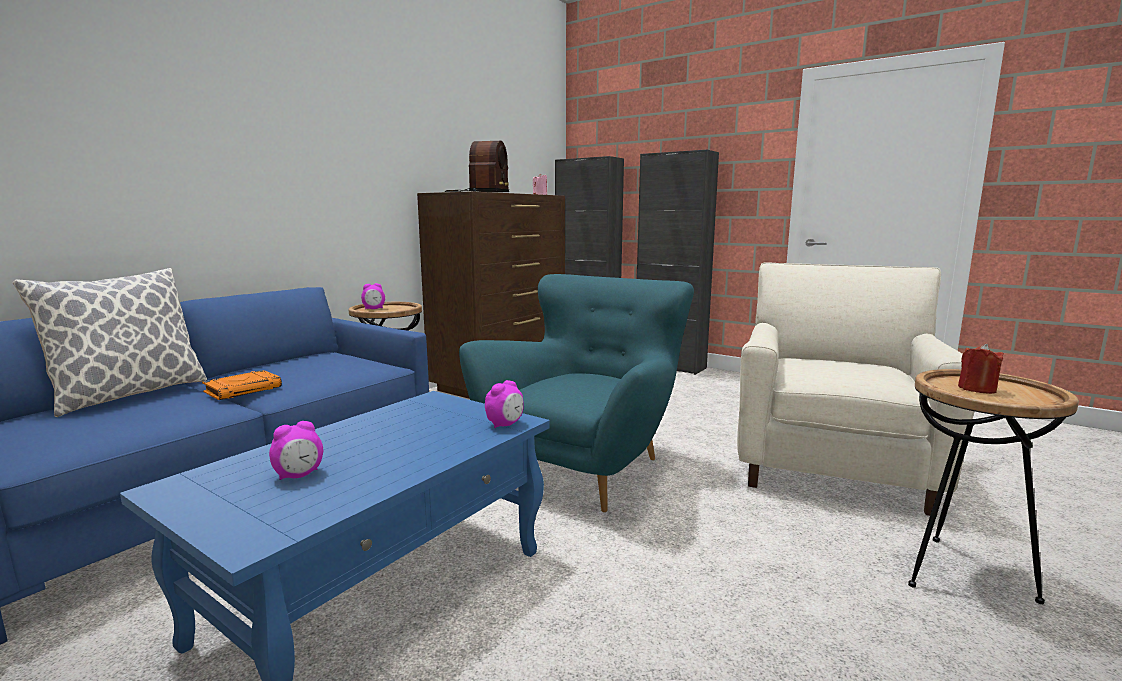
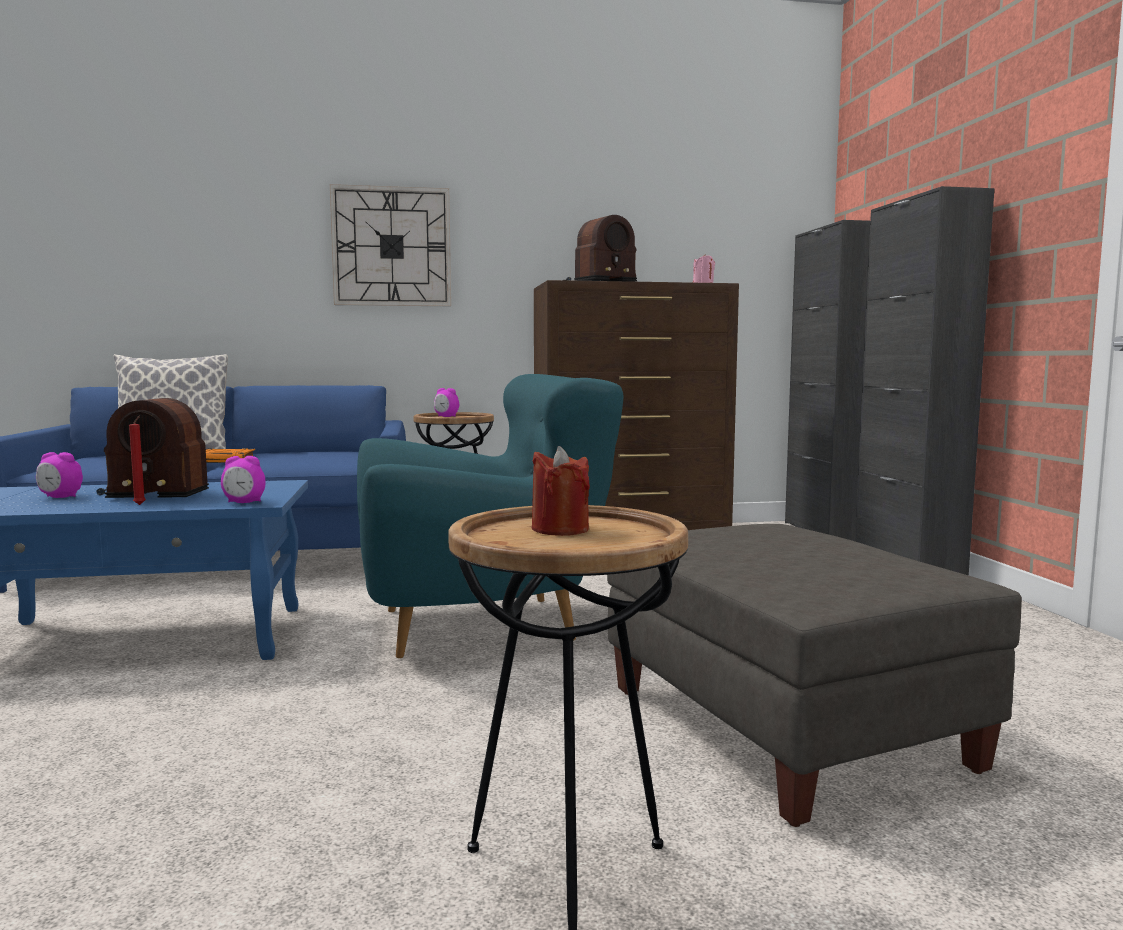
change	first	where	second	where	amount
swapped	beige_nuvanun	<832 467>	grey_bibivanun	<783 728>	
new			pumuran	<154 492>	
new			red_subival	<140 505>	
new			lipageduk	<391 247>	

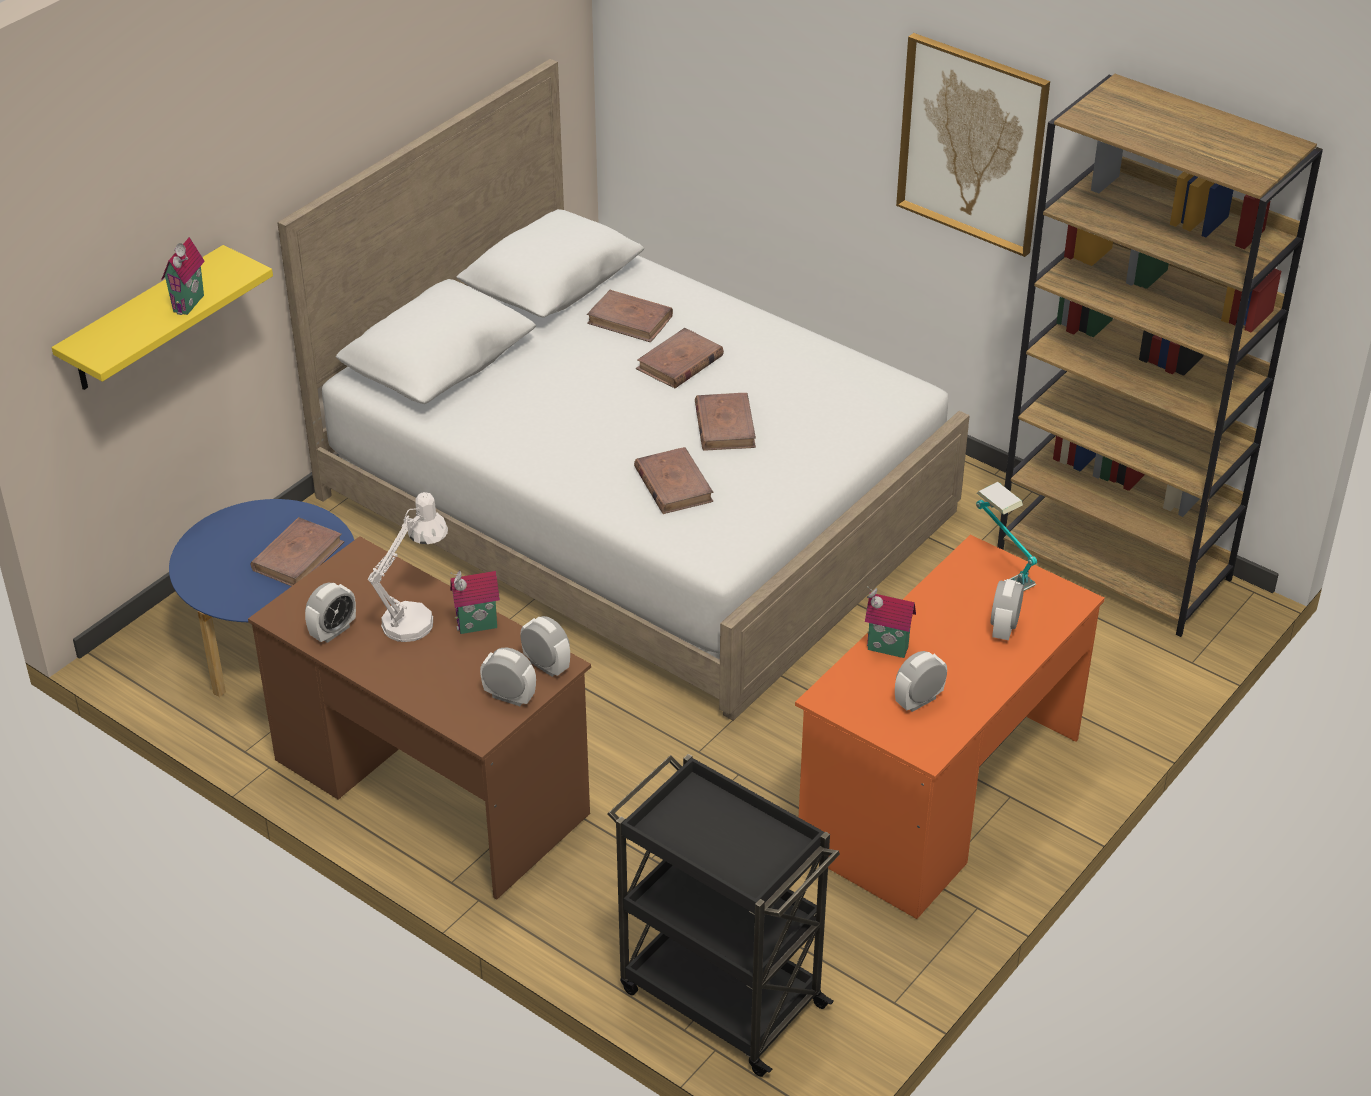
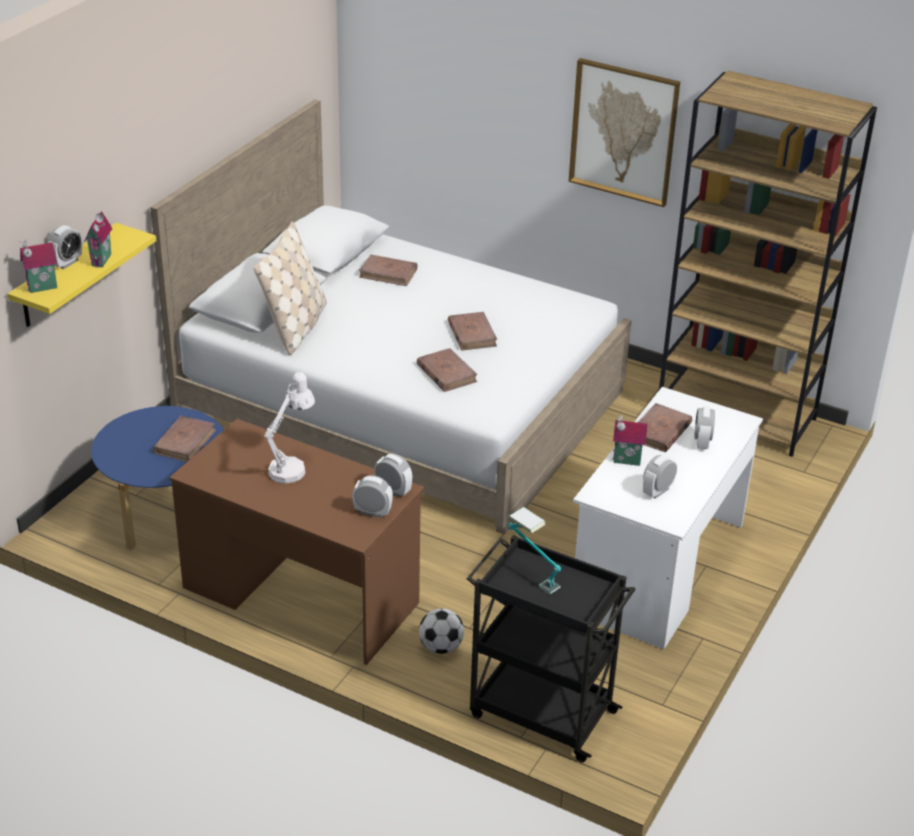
change	first	where	second	where	amount
shifted	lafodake	<333 631>		<67 263>	
shifted	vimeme	<477 627>		<42 288>	
shifted	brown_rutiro	<679 363>		<660 431>	
repainted	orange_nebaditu	<939 794>	white_nebaditu	<658 569>	
shifted	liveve	<1001 567>		<531 575>	
new			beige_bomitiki	<295 327>	
new			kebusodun	<440 647>	

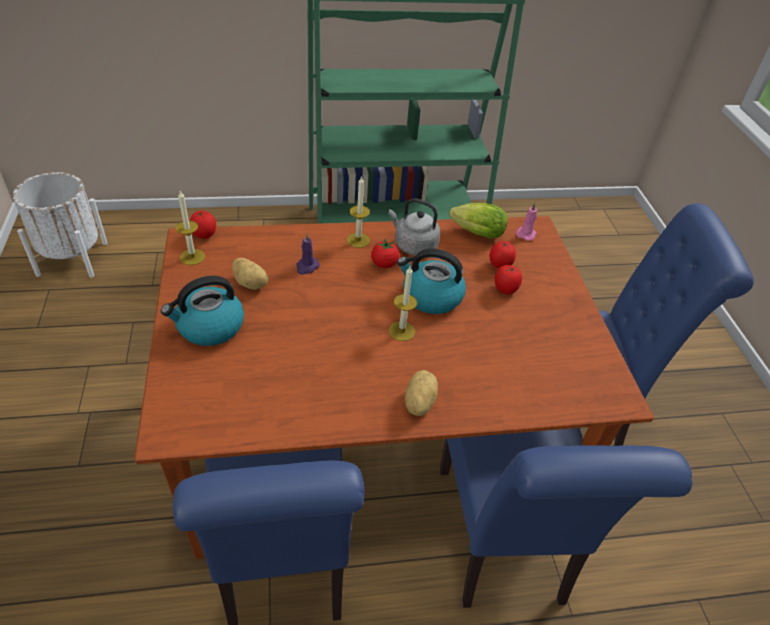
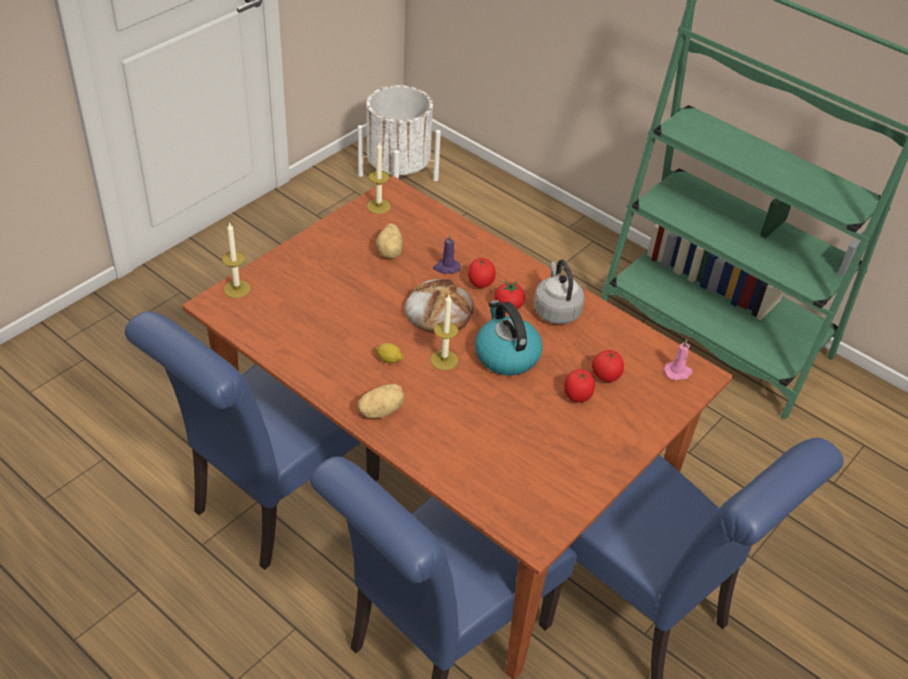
change	first	where	second	where	amount
gone	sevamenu	<209 327>			
shifted	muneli	<204 235>		<480 284>	
shifted	subival	<358 240>		<237 289>	
gone	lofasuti	<474 233>			
new			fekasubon	<389 359>	
new			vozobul	<438 310>	

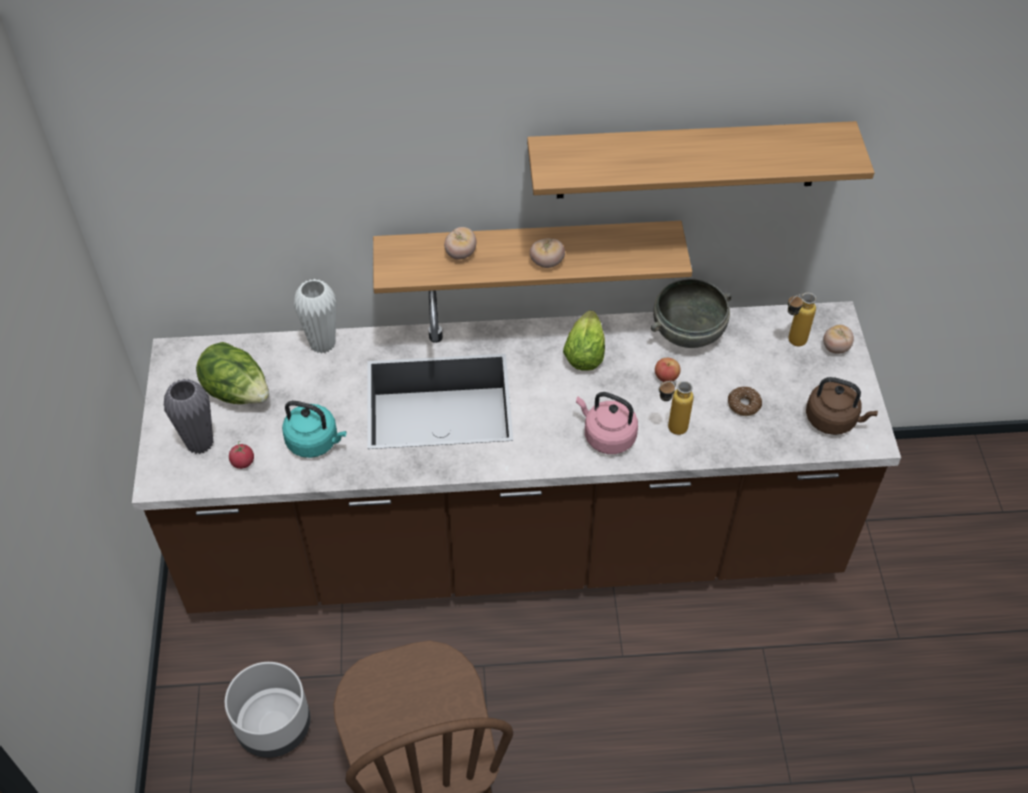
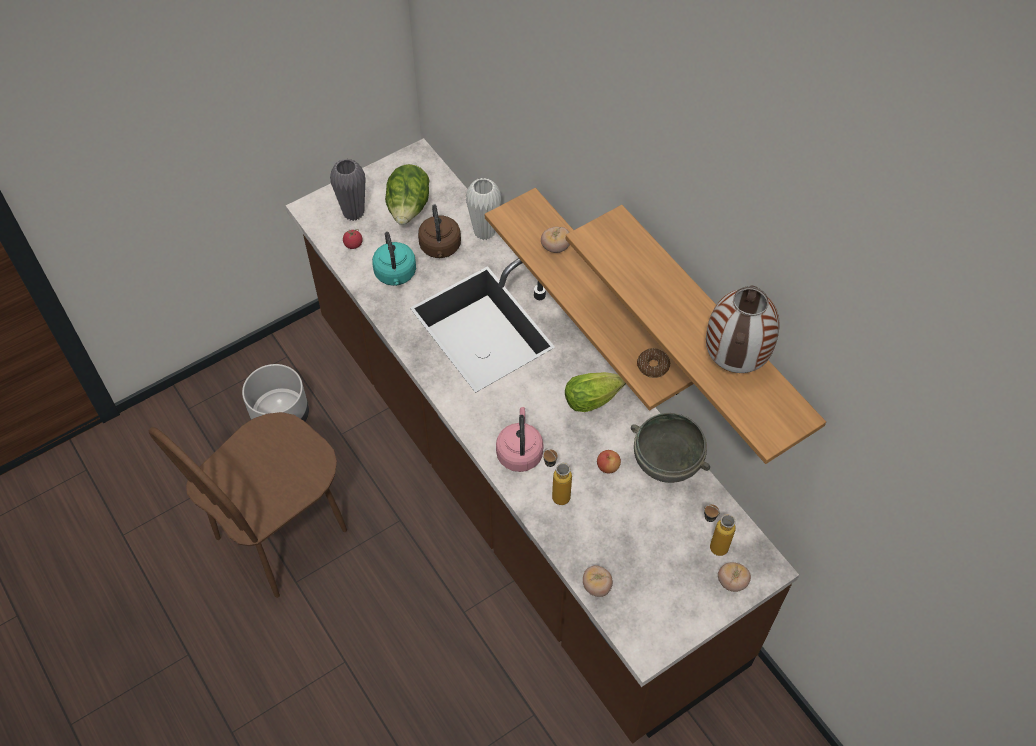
change	first	where	second	where	amount
shifted	muneli	<547 262>		<596 586>	
shifted	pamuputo	<743 405>		<653 366>	
shifted	brown_sevamenu	<833 420>		<440 248>	
new			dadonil	<735 362>	

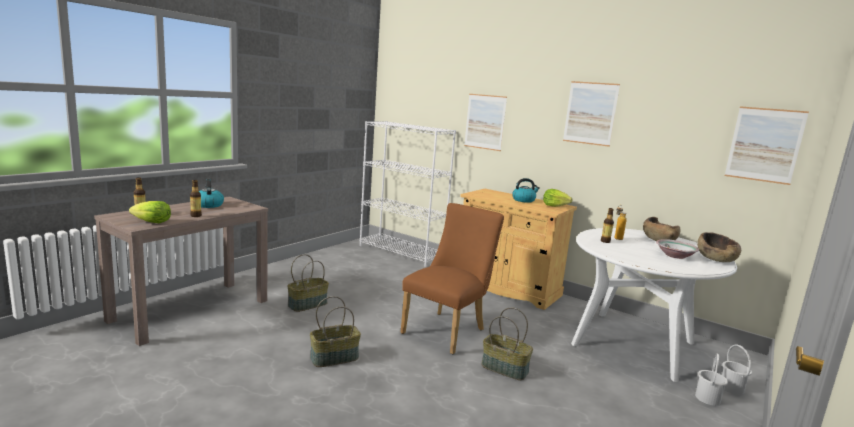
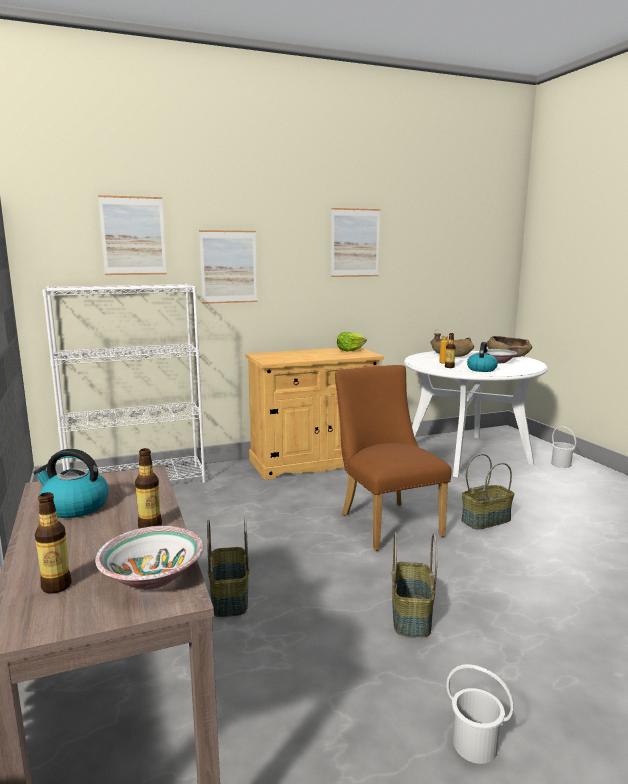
change	first	where	second	where	amount
swapped	lofasuti	<152 222>	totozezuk	<154 576>	
shifted	sevamenu	<524 200>		<481 369>	
shifted	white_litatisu	<731 388>		<475 746>	
shifted	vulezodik	<764 145>		<133 236>	

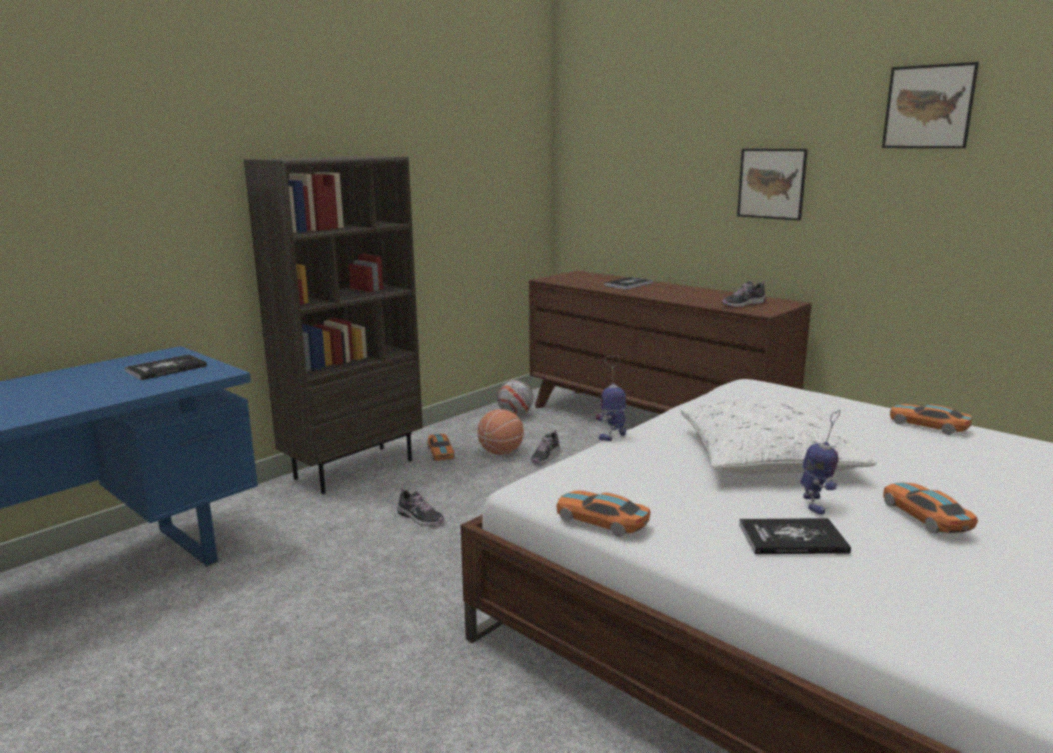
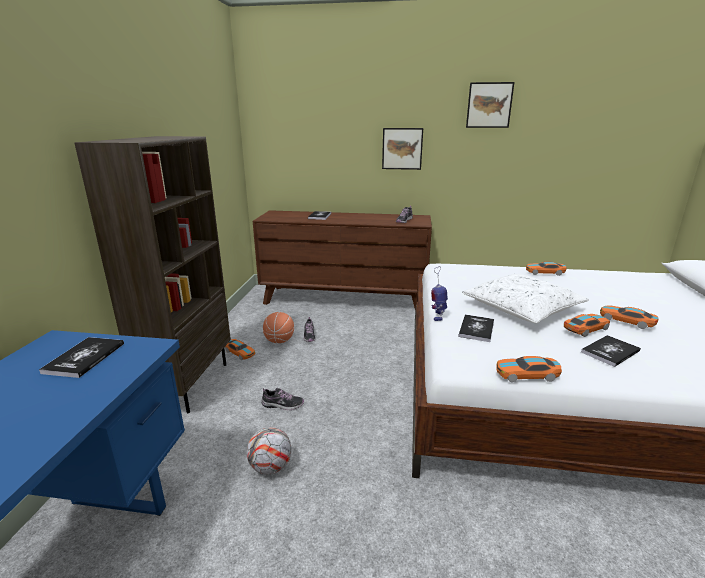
change	first	where	second	where	amount
shifted	kebusodun	<515 414>		<270 467>	
swapped	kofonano	<815 504>	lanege	<585 329>	
new			rutiro	<476 329>	

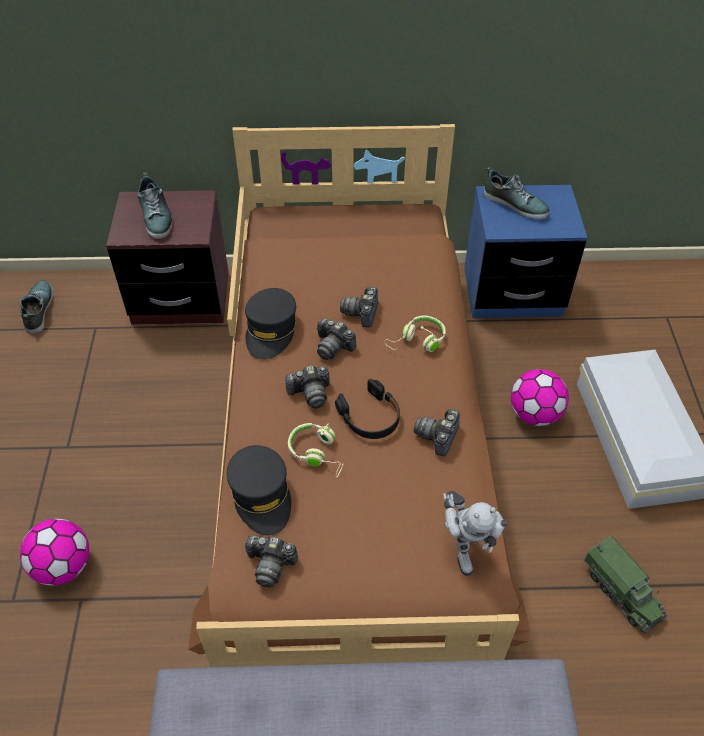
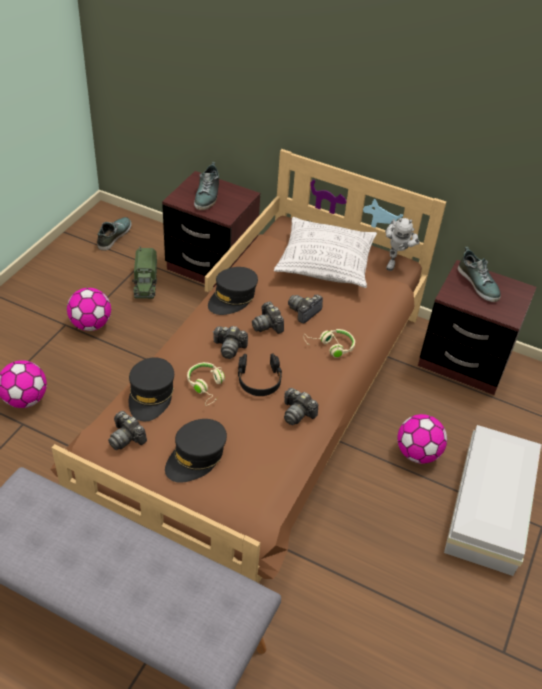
change	first	where	second	where	amount
rotated	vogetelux	<438 436>		<297 413>	105 degrees counterclockwise
shifted	kofonano	<464 546>		<395 261>	
repainted	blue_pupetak	<512 292>	brown_pupetak	<464 361>	
shifted	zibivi	<622 592>		<145 283>	
new			kebusodun	<91 324>	
new			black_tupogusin	<196 457>	
new			bomitiki	<325 264>	

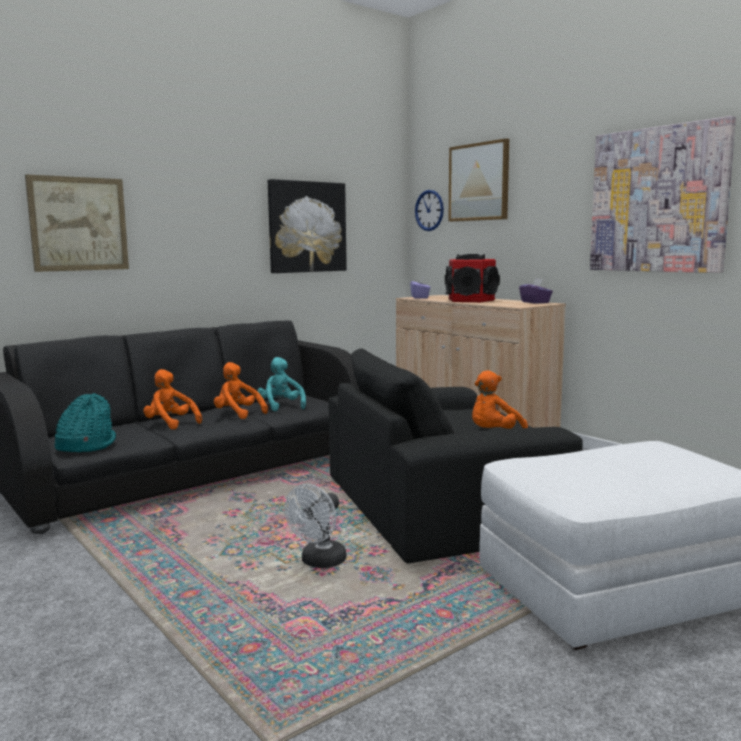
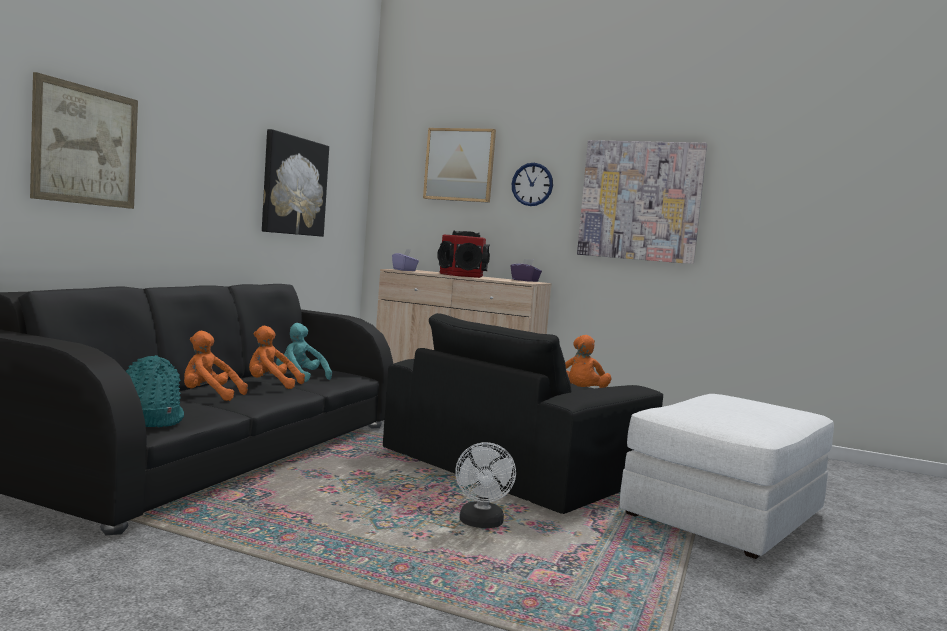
change	first	where	second	where	amount
shifted	lipageduk	<429 210>		<532 184>	

